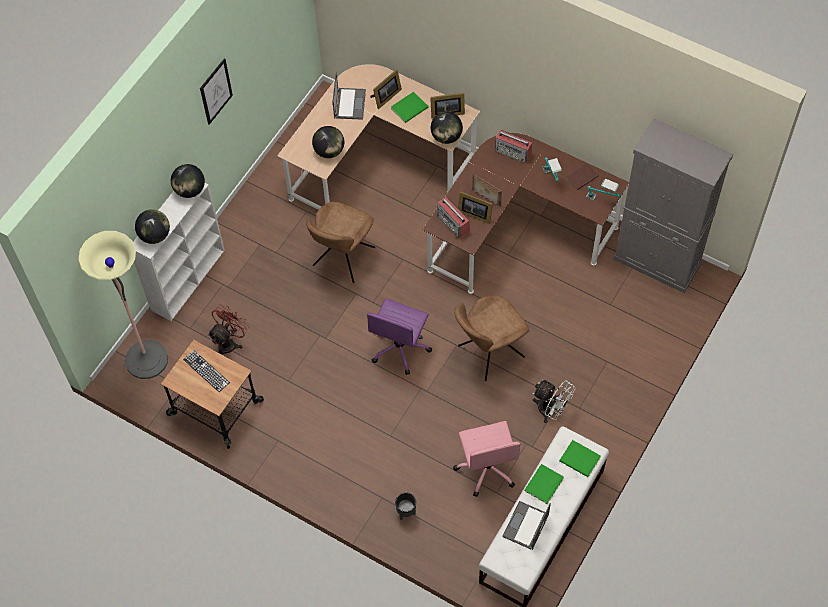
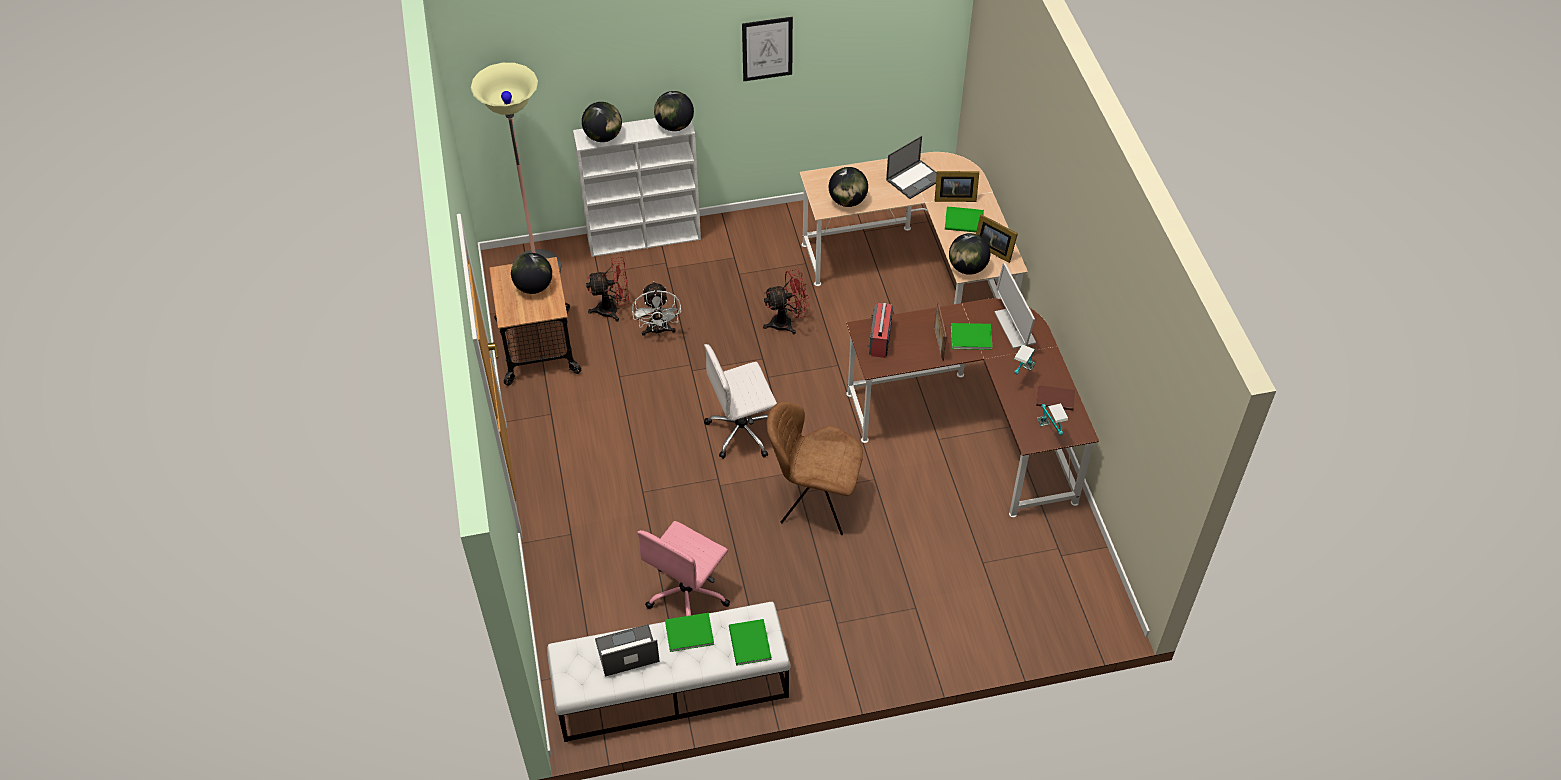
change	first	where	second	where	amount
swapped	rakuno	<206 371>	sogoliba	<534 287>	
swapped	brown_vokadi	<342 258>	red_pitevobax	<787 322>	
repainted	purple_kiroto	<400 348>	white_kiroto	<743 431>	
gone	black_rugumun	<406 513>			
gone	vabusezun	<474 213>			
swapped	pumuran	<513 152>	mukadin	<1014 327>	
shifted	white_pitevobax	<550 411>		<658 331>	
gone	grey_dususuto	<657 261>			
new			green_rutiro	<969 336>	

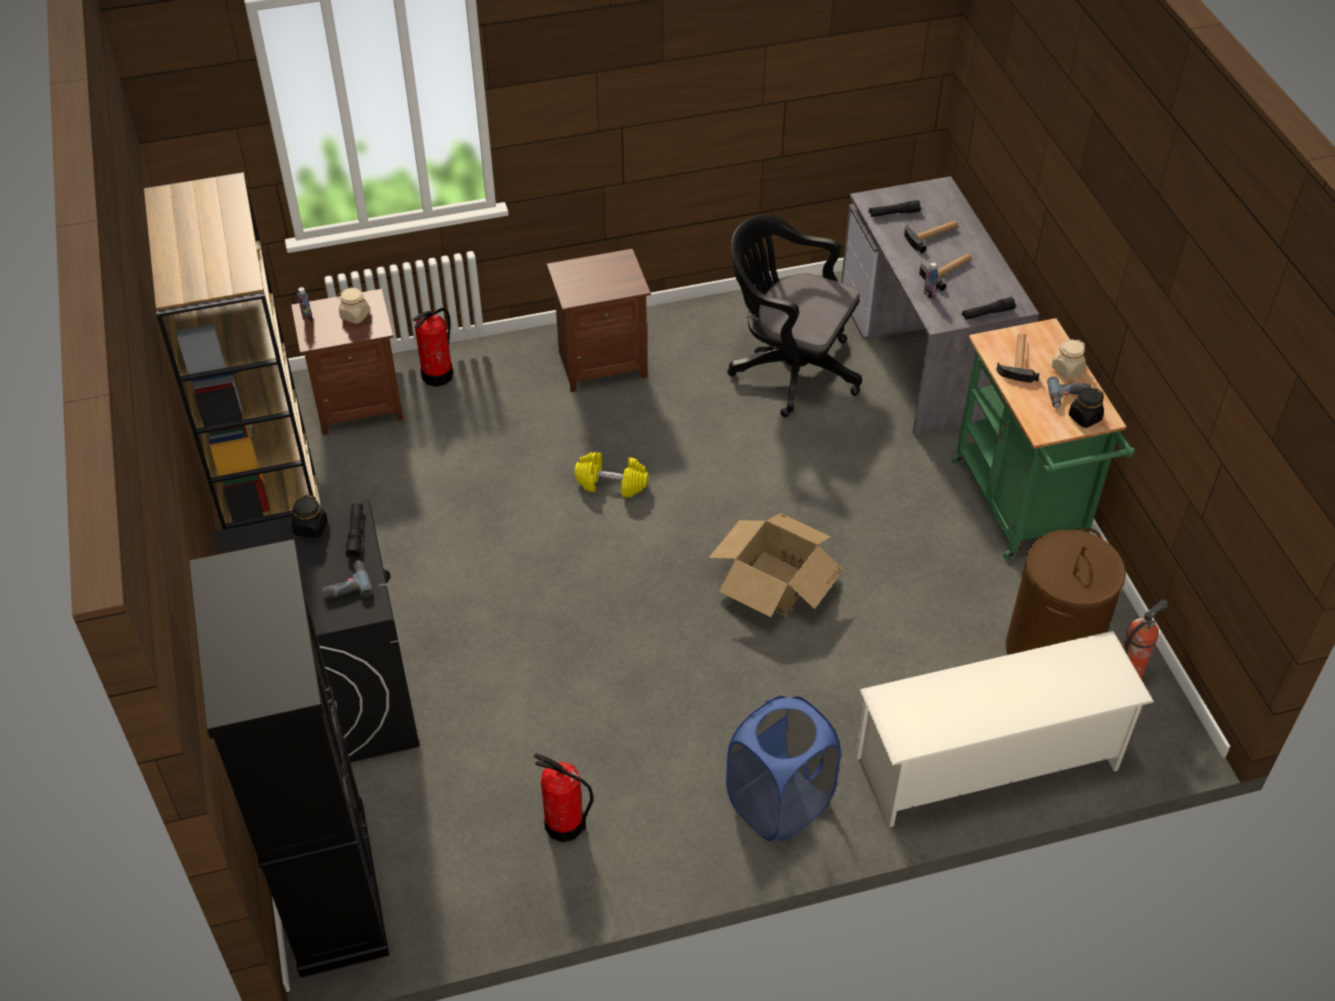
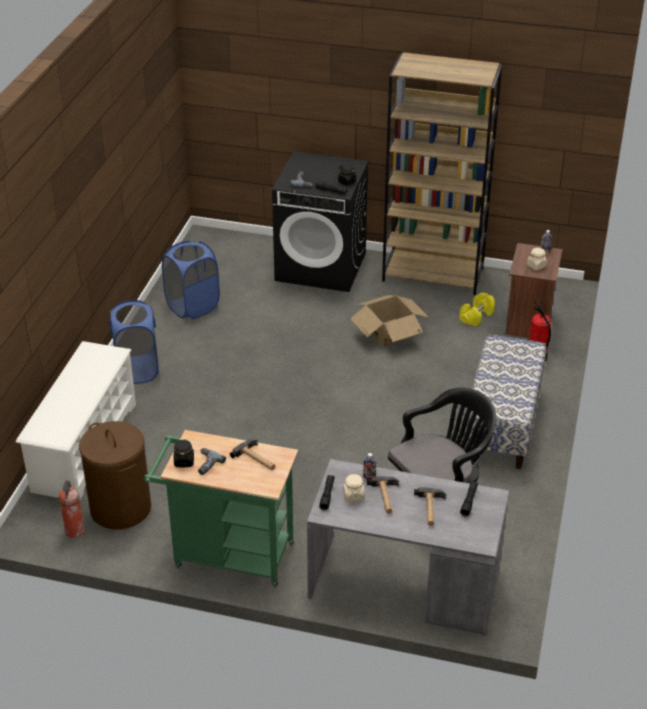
change	first	where	second	where	amount
gone	black_dususuto	<332 887>			
swapped	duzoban	<565 825>	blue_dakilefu	<193 306>	
swapped	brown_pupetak	<601 363>	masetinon	<502 424>	
shifted	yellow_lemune	<612 483>		<476 316>	
shifted	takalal	<774 582>		<389 332>	
shifted	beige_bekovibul	<1067 369>		<353 496>	

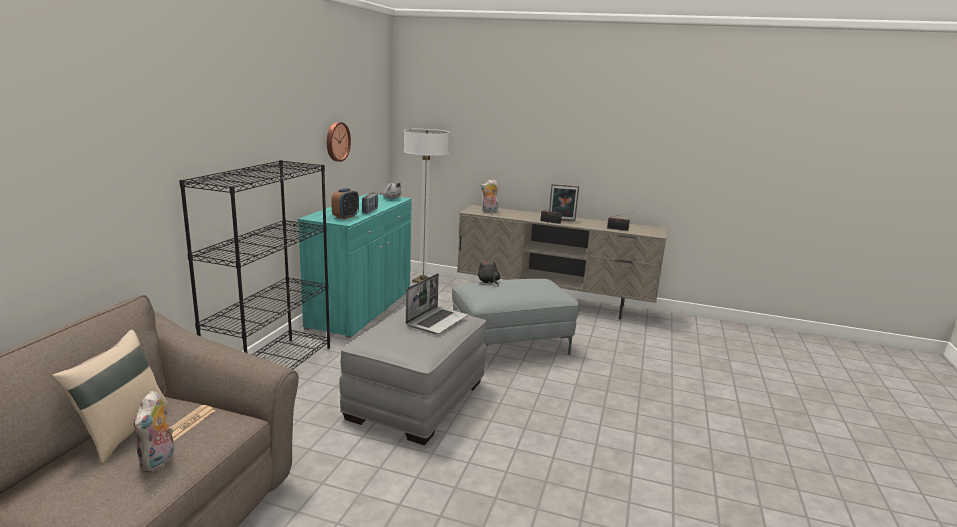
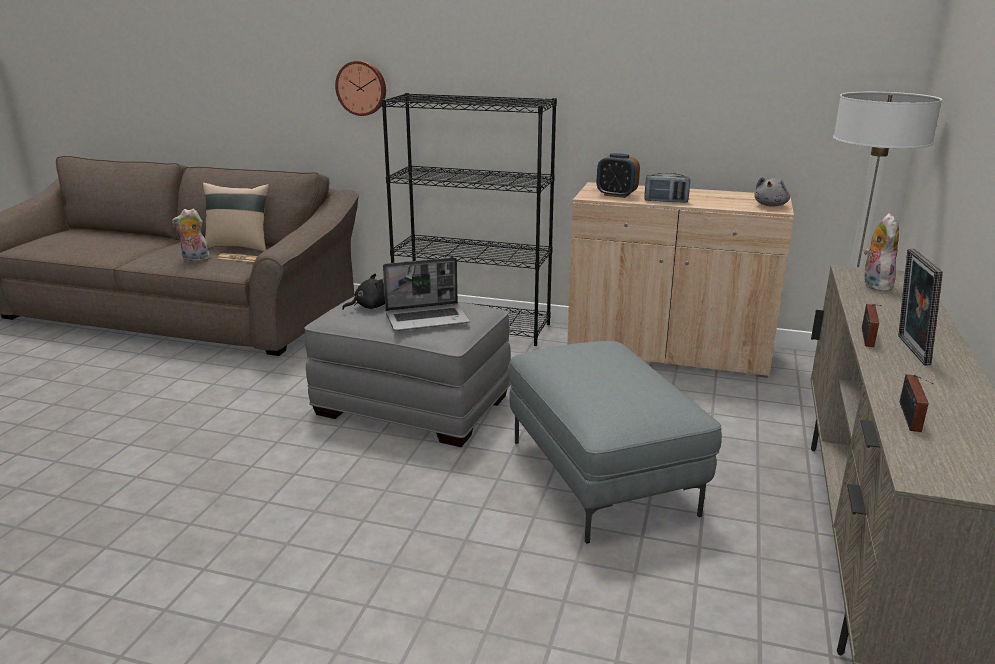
change	first	where	second	where	amount
repainted	turquoise_dususuto	<361 309>	beige_dususuto	<668 351>	
shifted	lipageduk	<336 141>		<362 88>	
rotated	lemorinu	<437 321>		<428 319>	45 degrees counterclockwise
shifted	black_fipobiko	<489 282>		<369 307>	

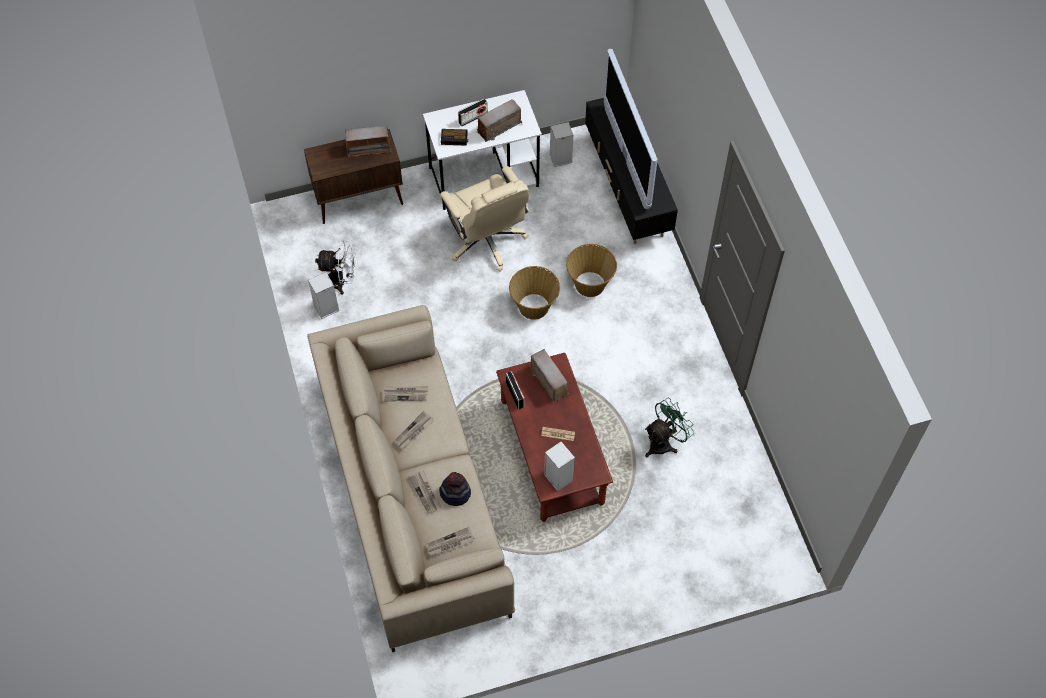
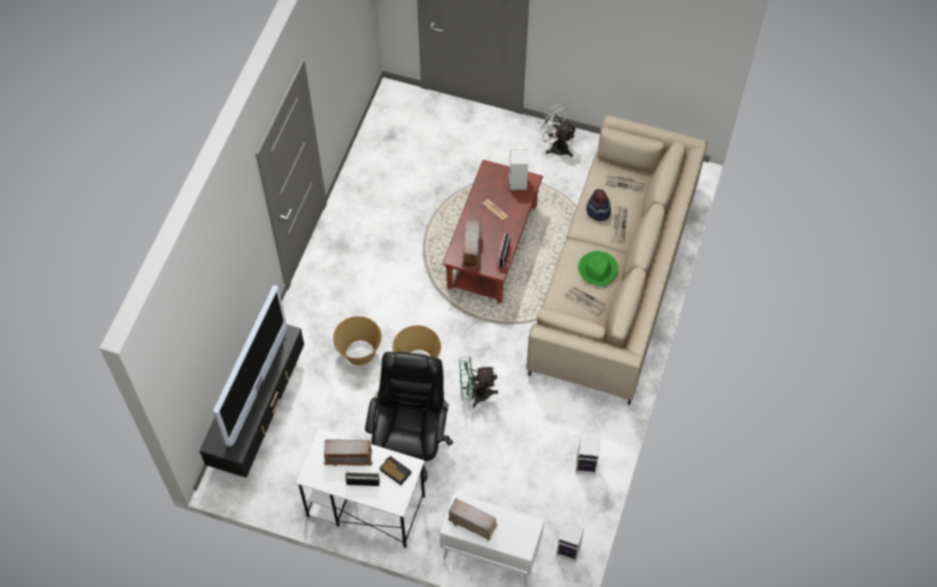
change	first	where	second	where	amount
repainted	brown_dususuto	<360 200>	white_dususuto	<490 554>	
shifted	white_pitevobax	<341 281>		<555 146>	
swapped	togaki	<414 431>	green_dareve	<598 269>	
repainted	beige_kiroto	<487 241>	black_kiroto	<410 442>	
shifted	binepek	<560 159>		<569 550>	
shifted	green_pitevobax	<664 442>		<475 393>	

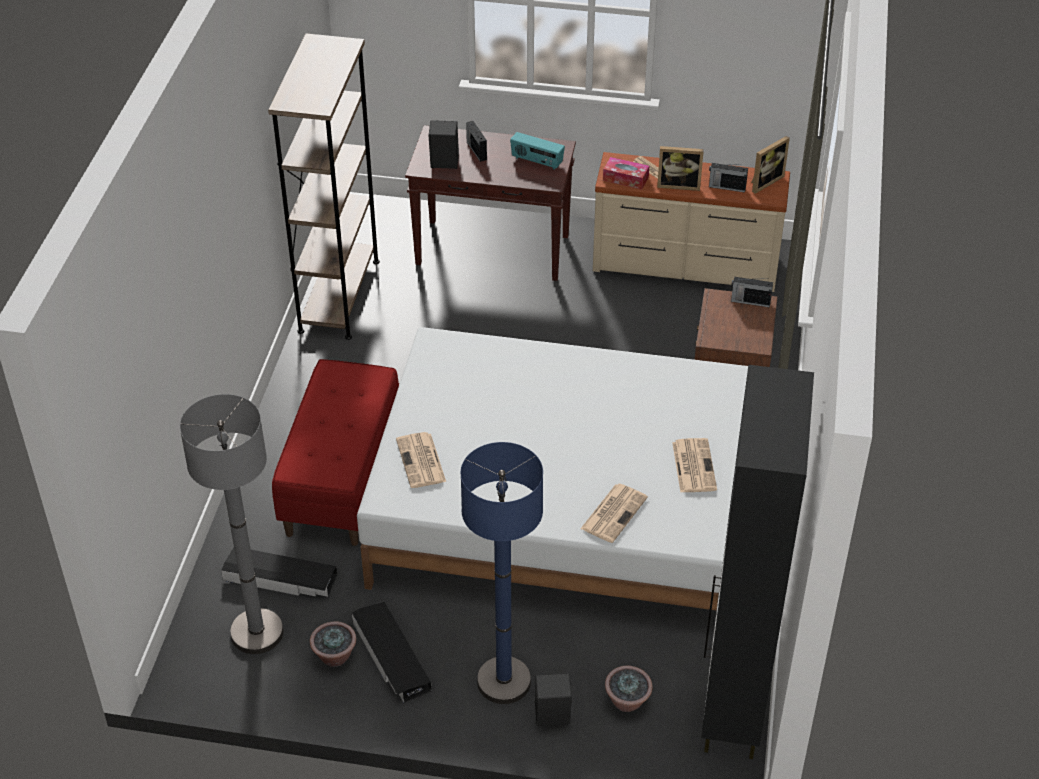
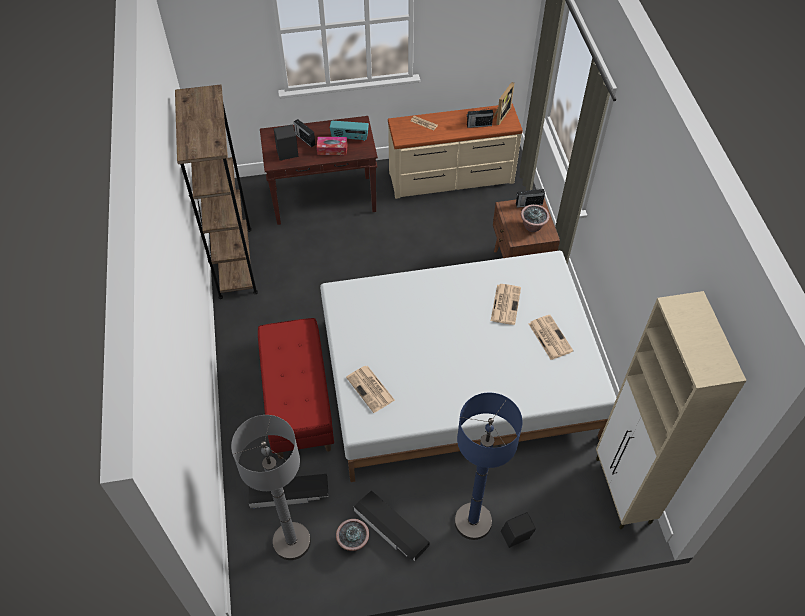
change	first	where	second	where	amount
shifted	togaki	<614 512>		<505 304>	
shifted	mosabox	<625 178>		<332 149>	
shifted	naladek	<627 701>		<533 226>	
gone	vabusezun	<678 184>			
repainted	black_dususuto	<732 709>	beige_dususuto	<623 491>	

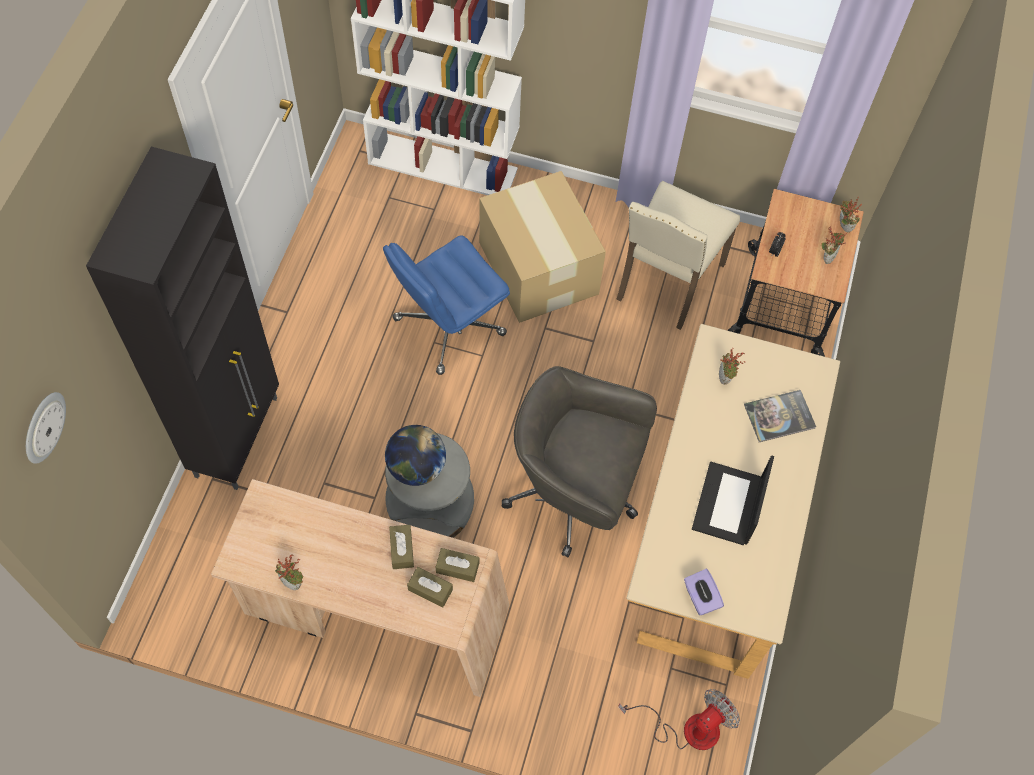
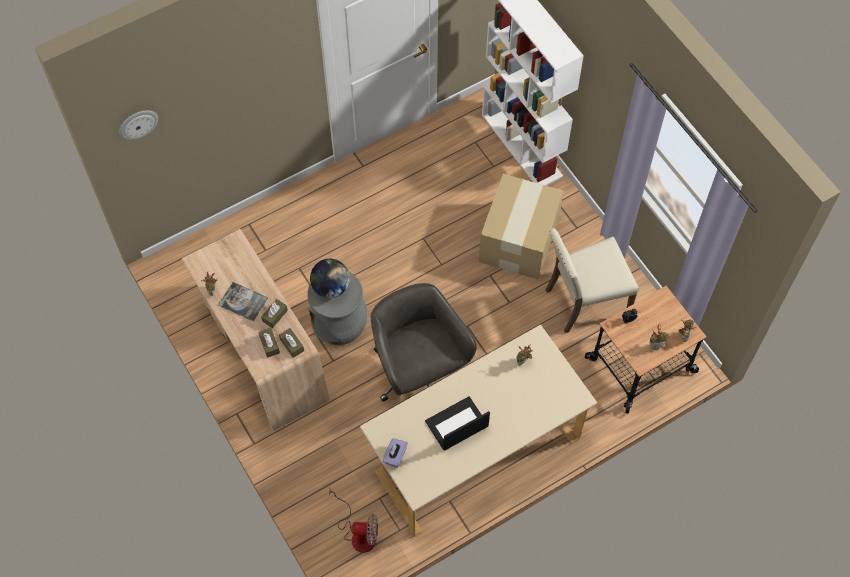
change	first	where	second	where	amount
gone	black_dususuto	<238 435>			
gone	blue_kiroto	<448 327>			
shifted	rutiro	<779 416>		<243 302>	

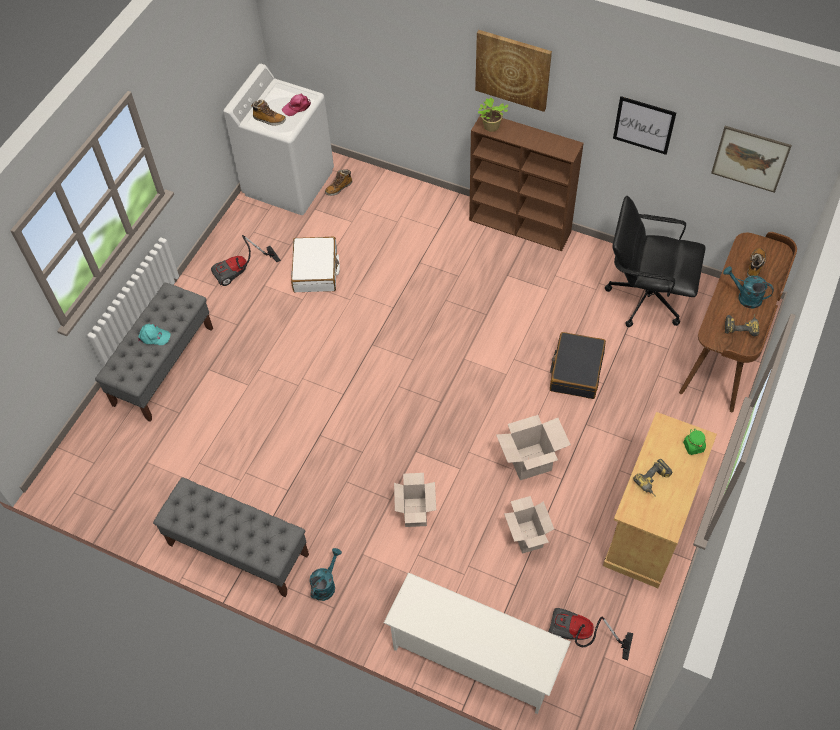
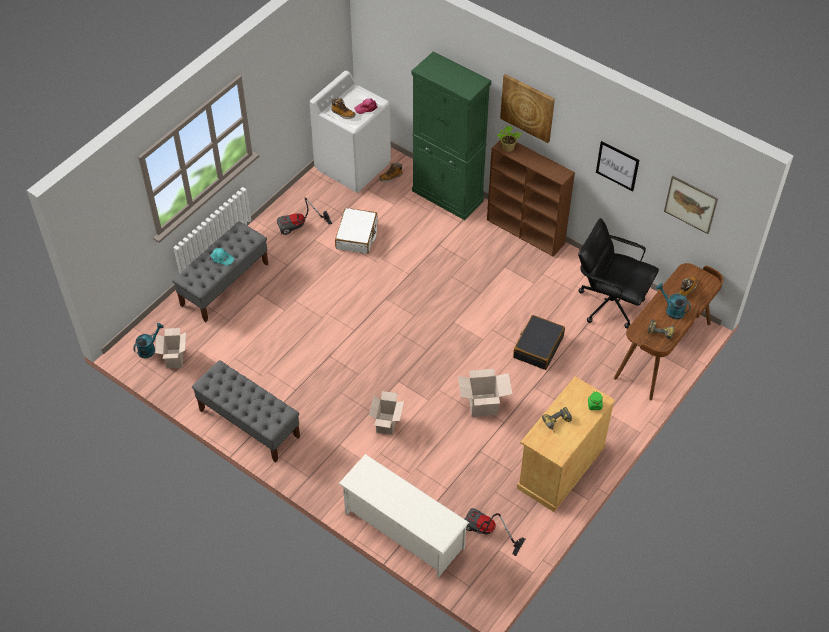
change	first	where	second	where	amount
shifted	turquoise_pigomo	<325 584>		<149 349>	
shifted	takalal	<526 536>		<174 358>	
new			green_dususuto	<447 196>	

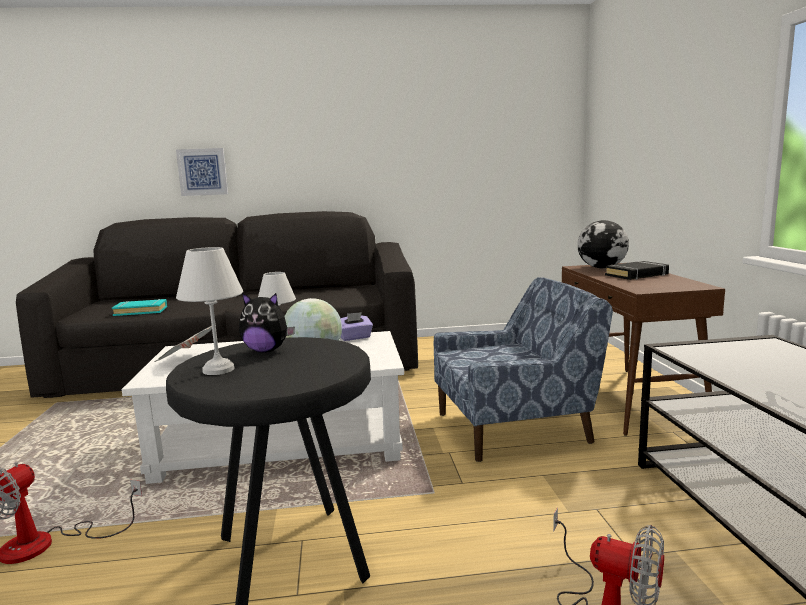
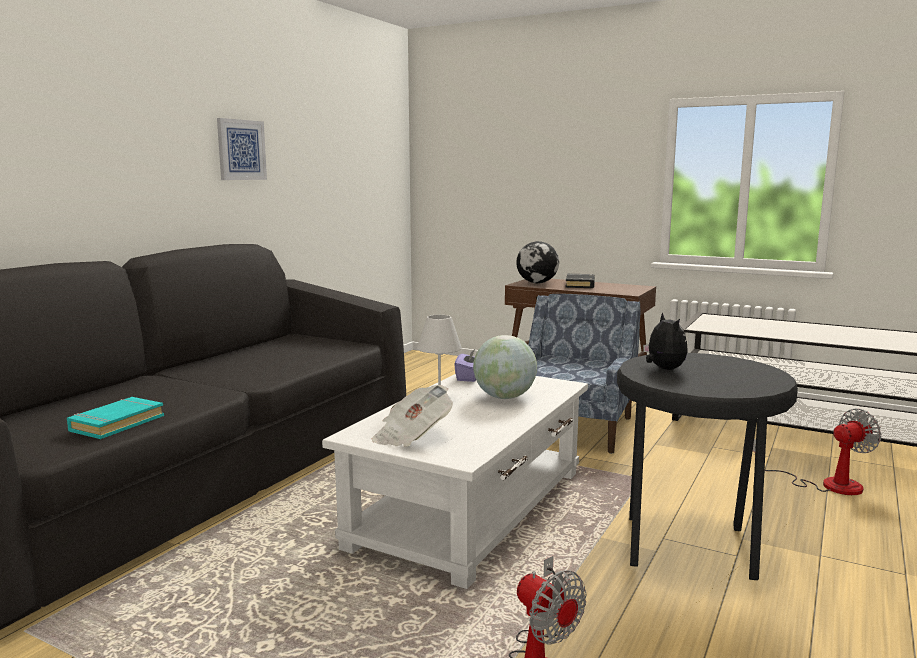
change	first	where	second	where	amount
shifted	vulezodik	<202 172>		<241 150>	
gone	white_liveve	<219 369>			
rotated	fipobiko	<266 350>		<663 369>	60 degrees counterclockwise

